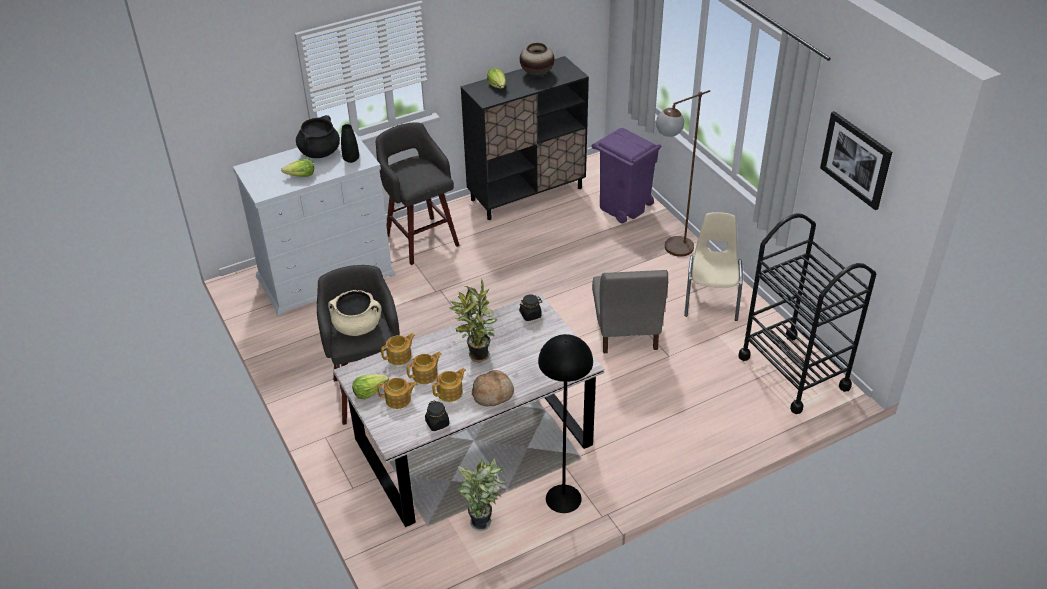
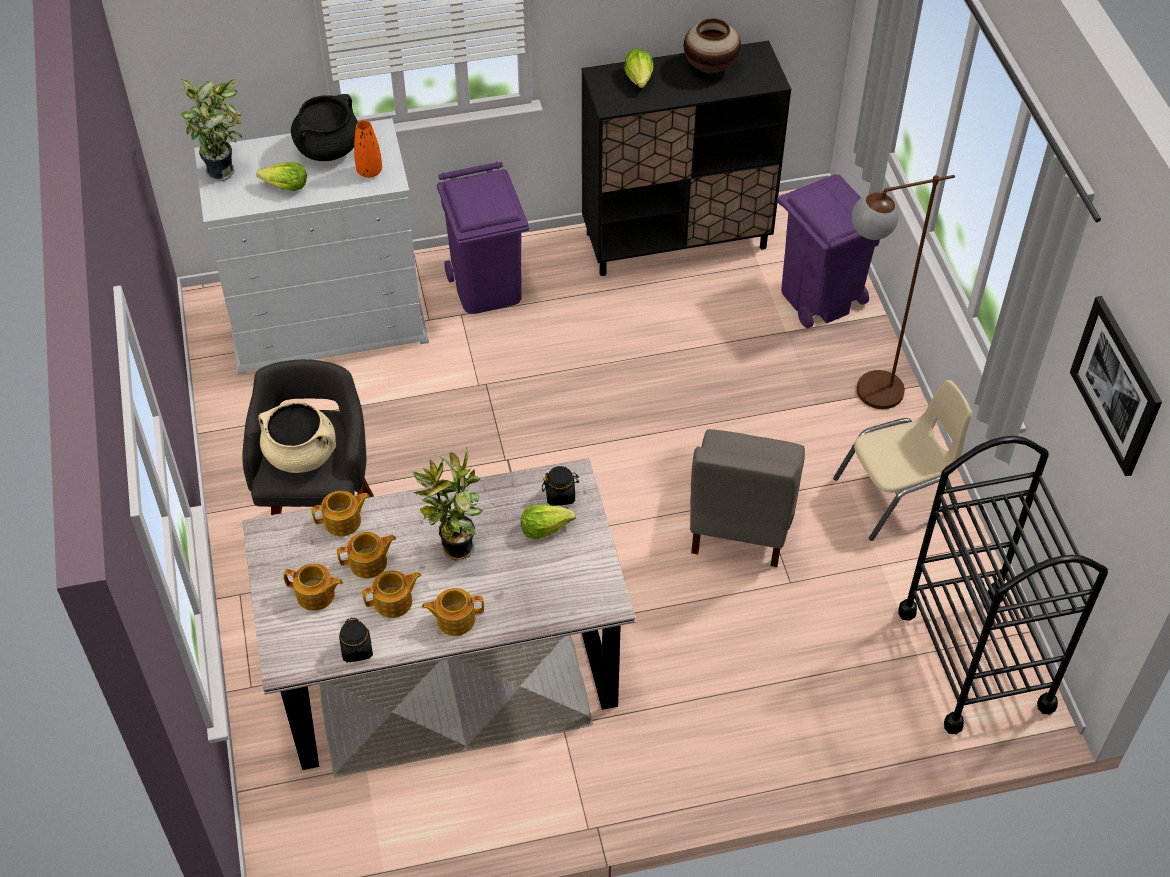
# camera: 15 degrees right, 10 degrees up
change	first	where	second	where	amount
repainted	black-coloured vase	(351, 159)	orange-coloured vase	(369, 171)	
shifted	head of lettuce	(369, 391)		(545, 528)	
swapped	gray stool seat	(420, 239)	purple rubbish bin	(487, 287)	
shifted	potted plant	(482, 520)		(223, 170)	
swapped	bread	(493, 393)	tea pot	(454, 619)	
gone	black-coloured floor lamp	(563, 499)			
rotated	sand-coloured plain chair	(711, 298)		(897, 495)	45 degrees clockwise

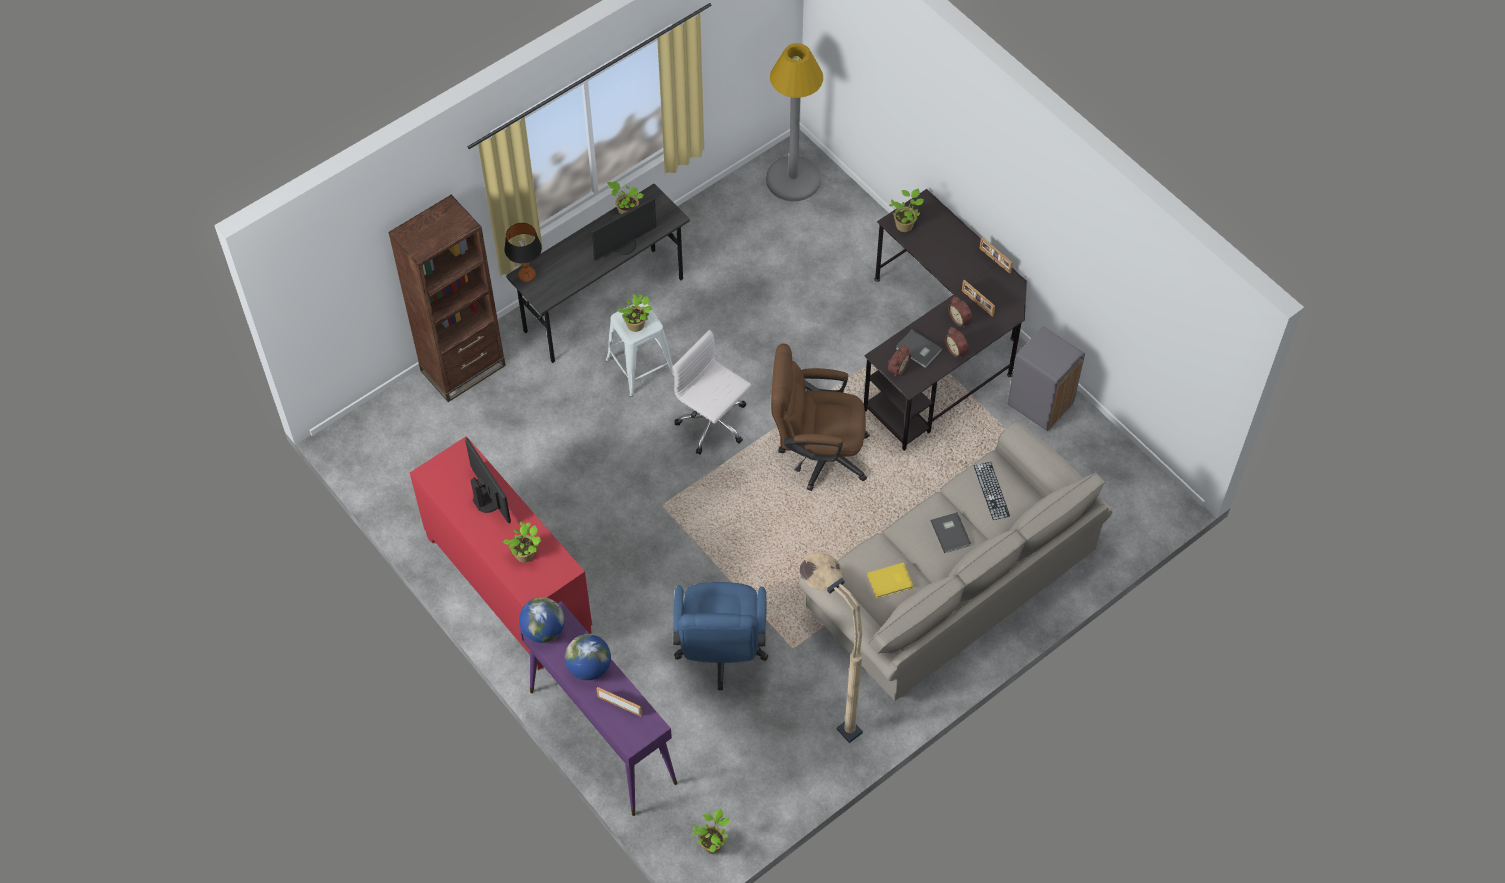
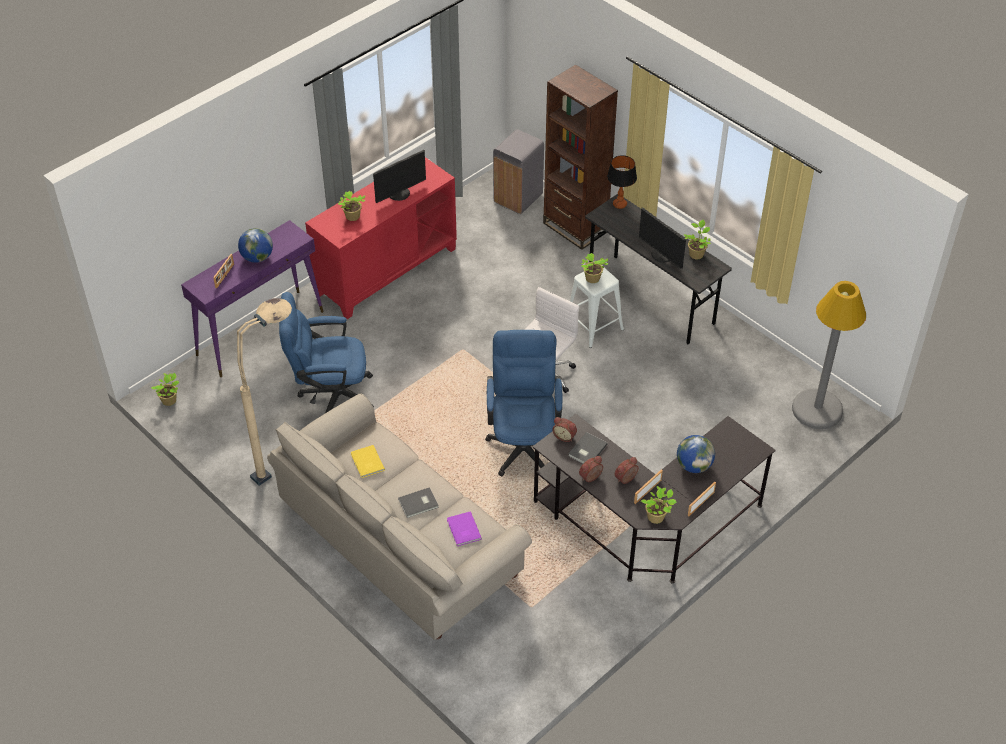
# camera: 85 degrees right, 10 degrees down
change	first	where	second	where	amount
shifted	globe	(543, 630)		(694, 465)	
repainted	brown desk chair	(816, 453)	blue-coloured desk chair	(523, 442)	
shifted	potted plant	(905, 224)		(657, 518)	
swapped	keyboard	(991, 491)	purple book	(463, 530)	
shifted	gray rubbish bin	(1040, 404)		(518, 198)	

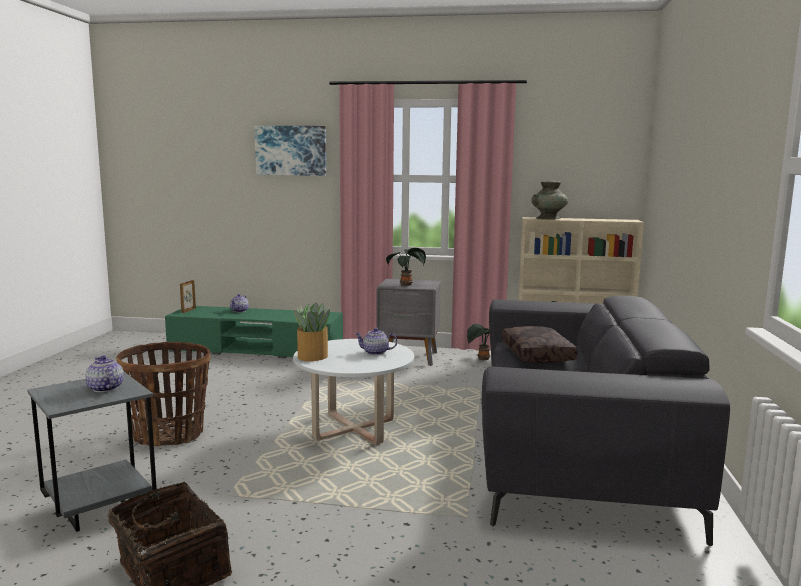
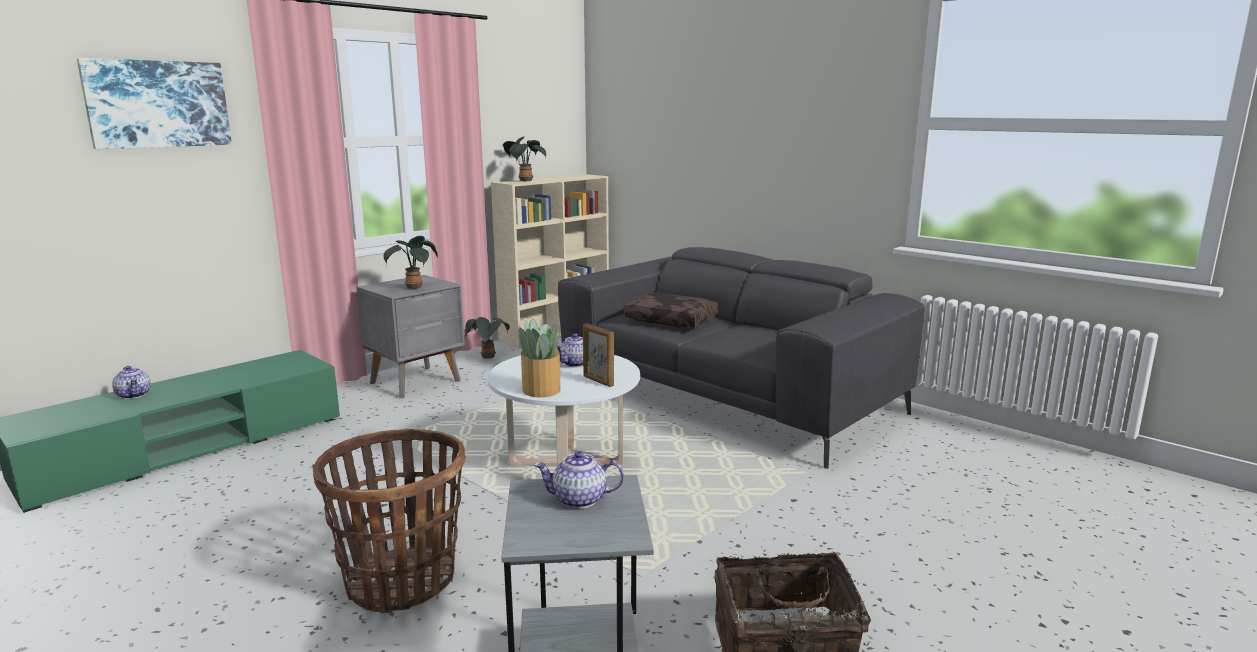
# camera: 55 degrees left, 5 degrees up
change	first	where	second	where	amount
shifted	photo frame	(188, 310)		(598, 381)	
swapped	blue-green vase	(548, 218)	potted plant	(524, 181)	

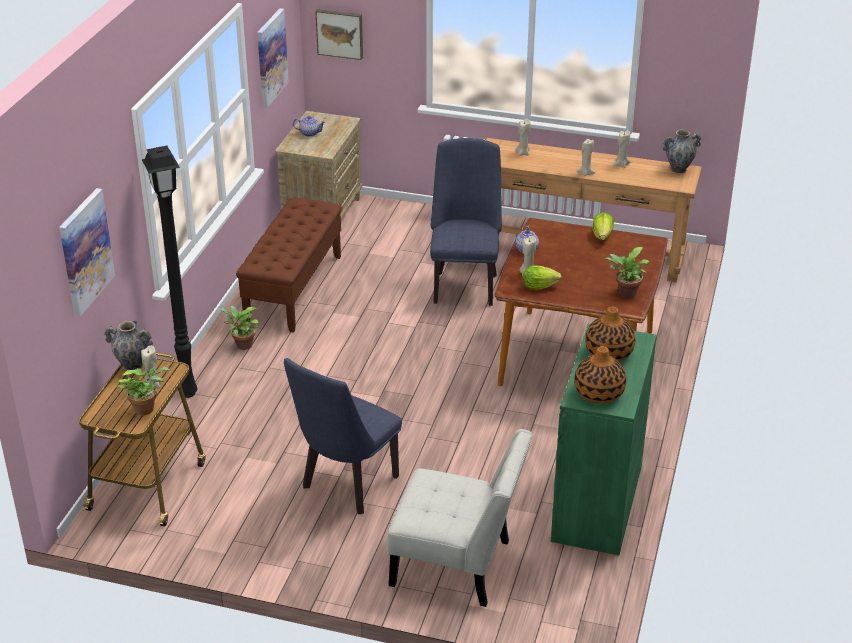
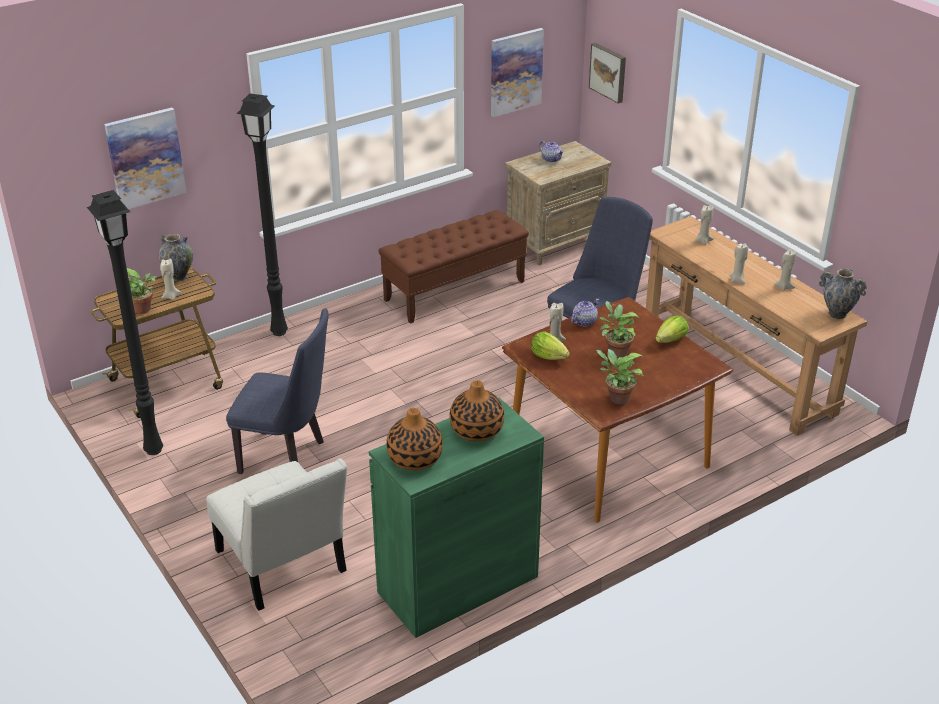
# camera: 40 degrees right, 0 degrees up
change	first	where	second	where	amount
shifted	potted plant	(242, 345)		(615, 352)	
rotated	blue-coloured plain chair	(346, 487)		(289, 458)	150 degrees counterclockwise
new			black-coloured floor lamp	(152, 450)	

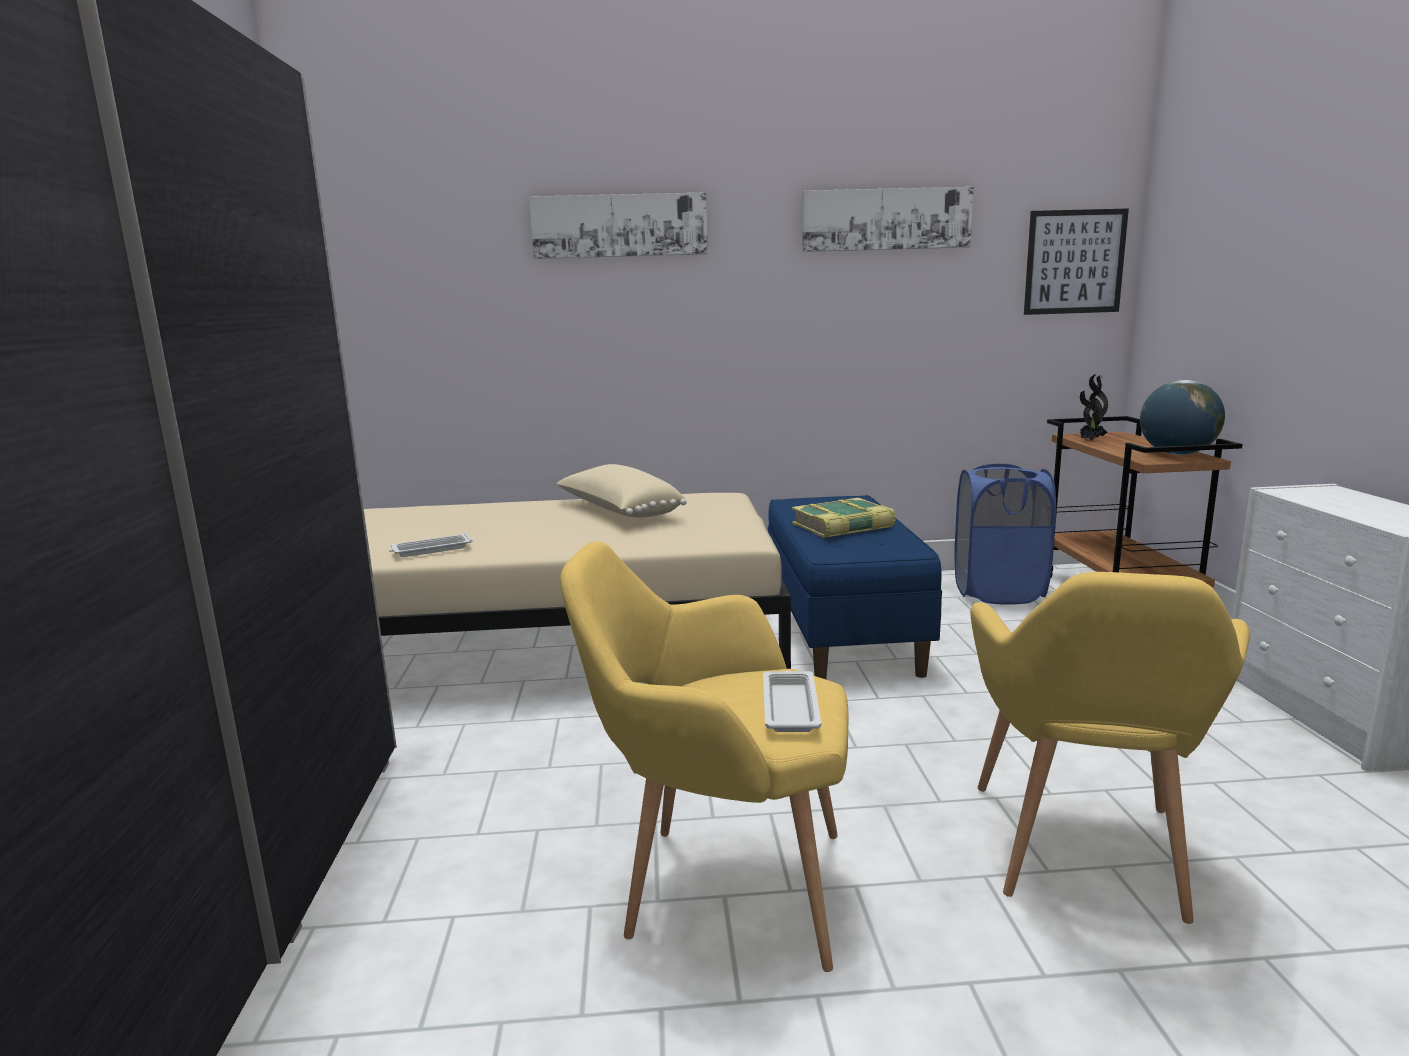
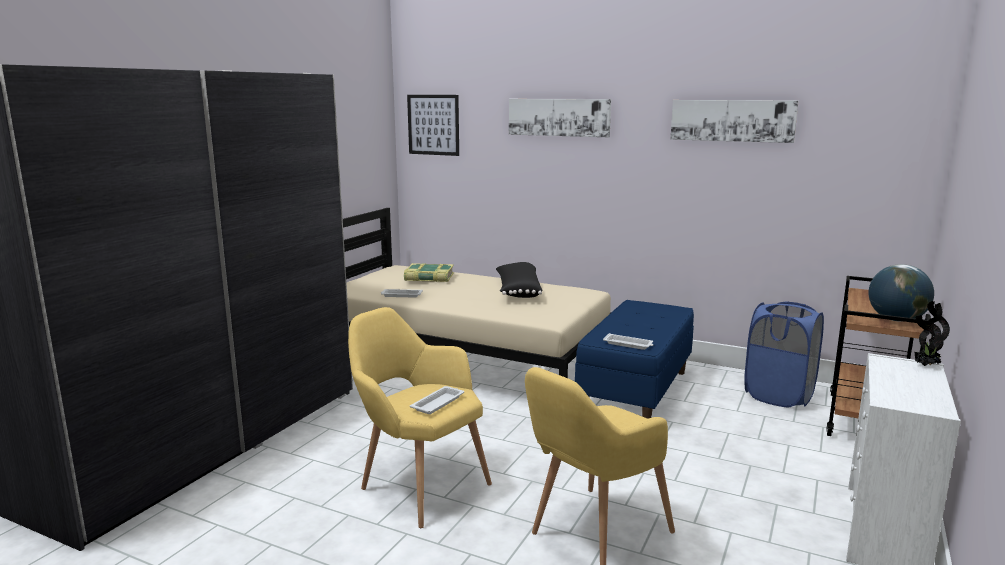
# camera: 30 degrees right, 0 degrees up
change	first	where	second	where	amount
repainted	sand-coloured pillow	(619, 511)	black-coloured pillow	(517, 291)	
shifted	book	(843, 526)		(429, 277)	
shifted	wall picture	(1074, 262)		(433, 125)	
shifted	potted plant	(1090, 440)		(925, 365)	
new			white-coloured serving tray	(628, 344)	

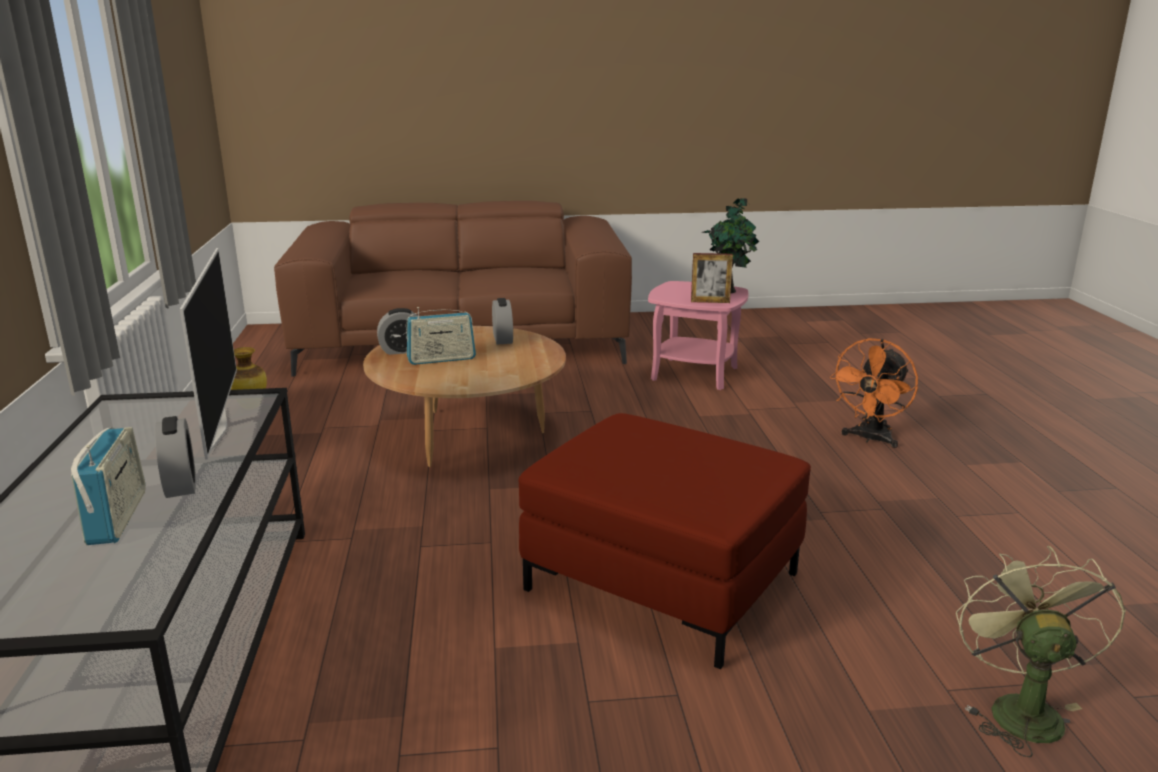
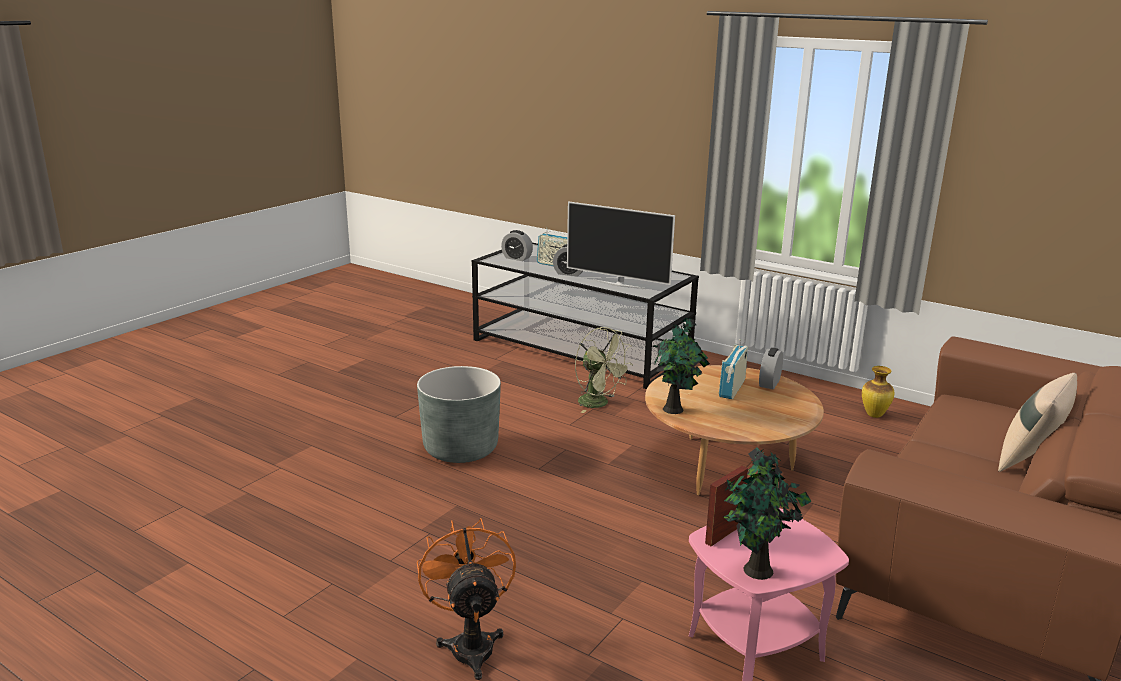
# camera: 130 degrees right, 0 degrees up
change	first	where	second	where	amount
shifted	bedside clock	(503, 339)		(517, 258)	
swapped	reddish ottoman	(664, 581)	gray plant pot	(460, 448)	
shifted	greenish fan	(1018, 708)		(599, 404)	
new			potted plant	(675, 409)	
new			sand-coloured pillow	(1029, 460)	

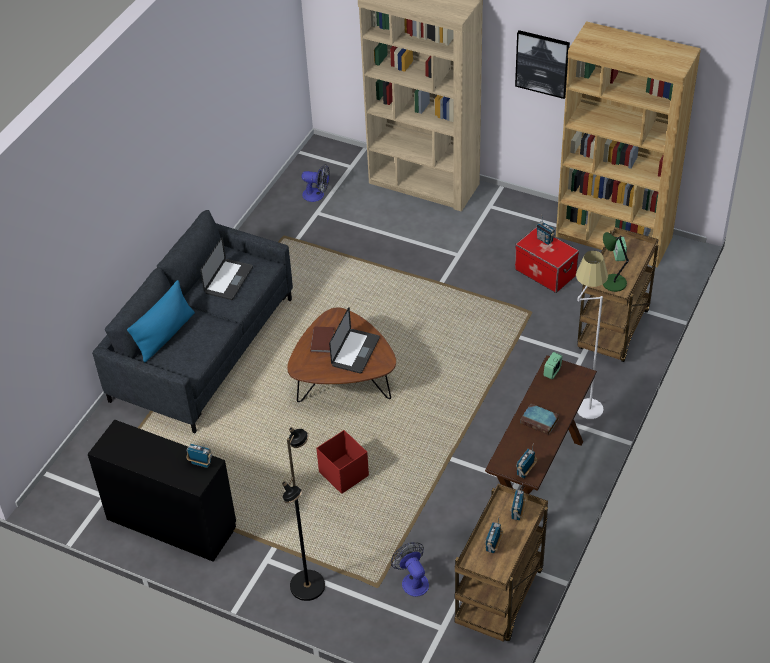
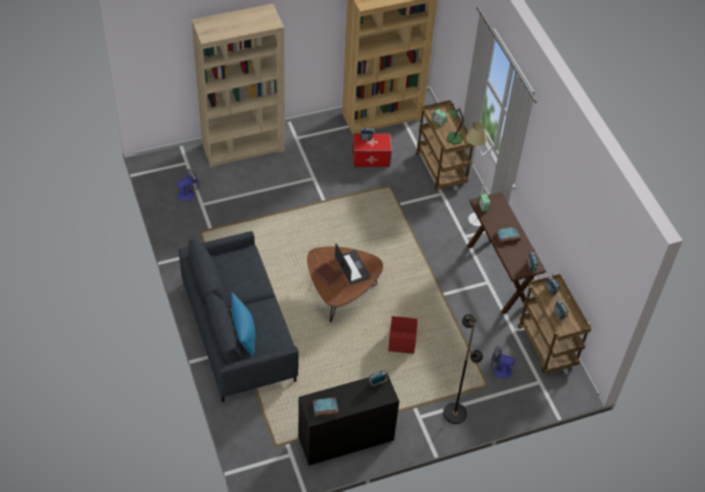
# camera: 50 degrees left, 5 degrees up
change	first	where	second	where	amount
gone	laptop	(229, 280)			
gone	wall picture	(542, 63)			
new			book	(326, 408)	

